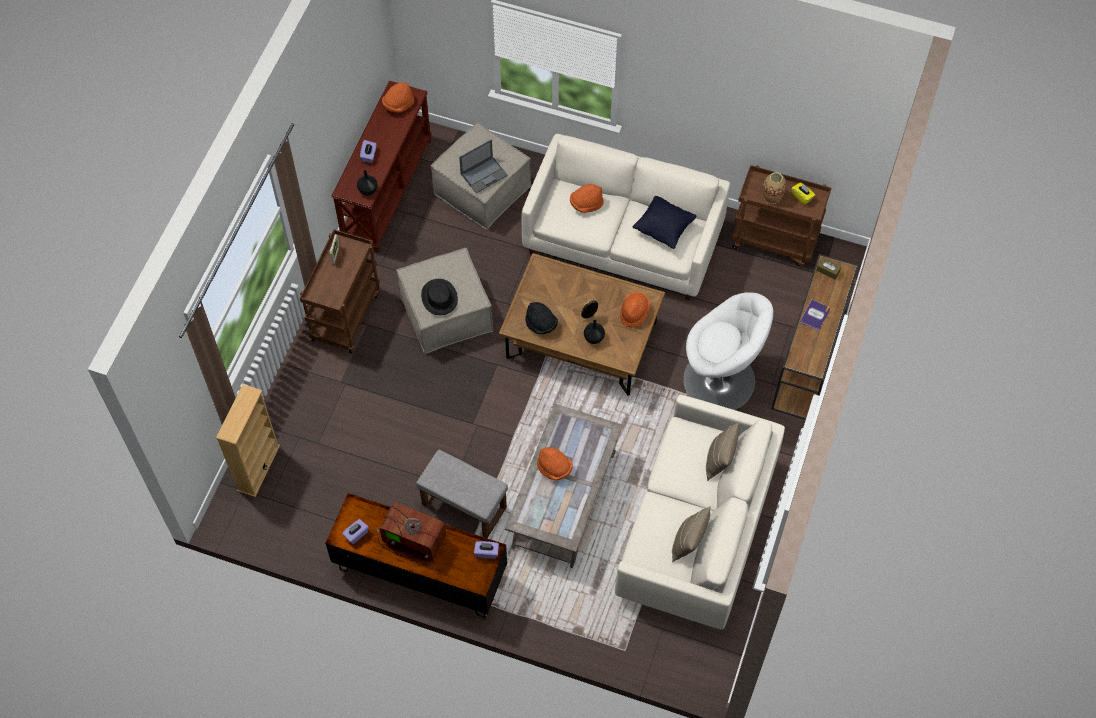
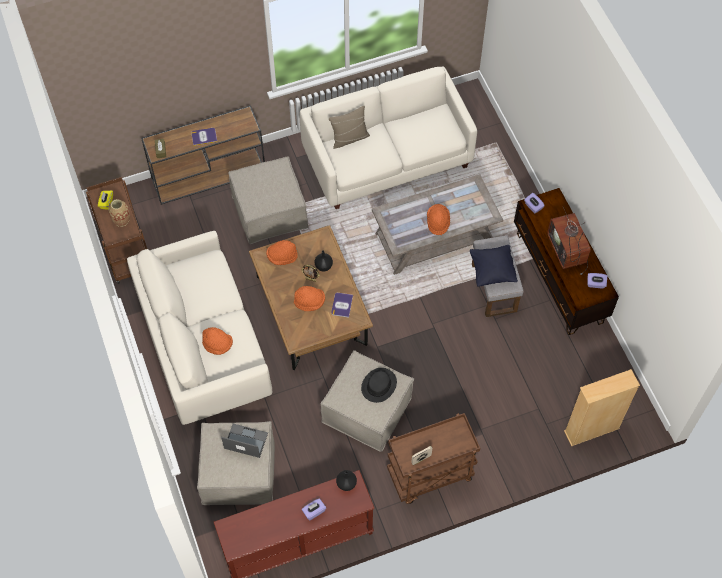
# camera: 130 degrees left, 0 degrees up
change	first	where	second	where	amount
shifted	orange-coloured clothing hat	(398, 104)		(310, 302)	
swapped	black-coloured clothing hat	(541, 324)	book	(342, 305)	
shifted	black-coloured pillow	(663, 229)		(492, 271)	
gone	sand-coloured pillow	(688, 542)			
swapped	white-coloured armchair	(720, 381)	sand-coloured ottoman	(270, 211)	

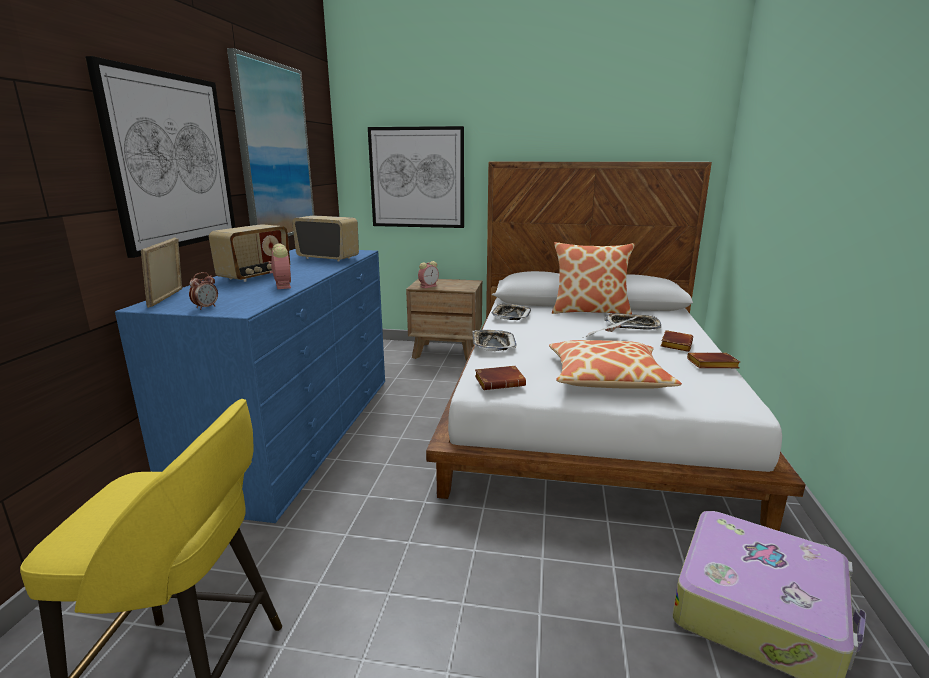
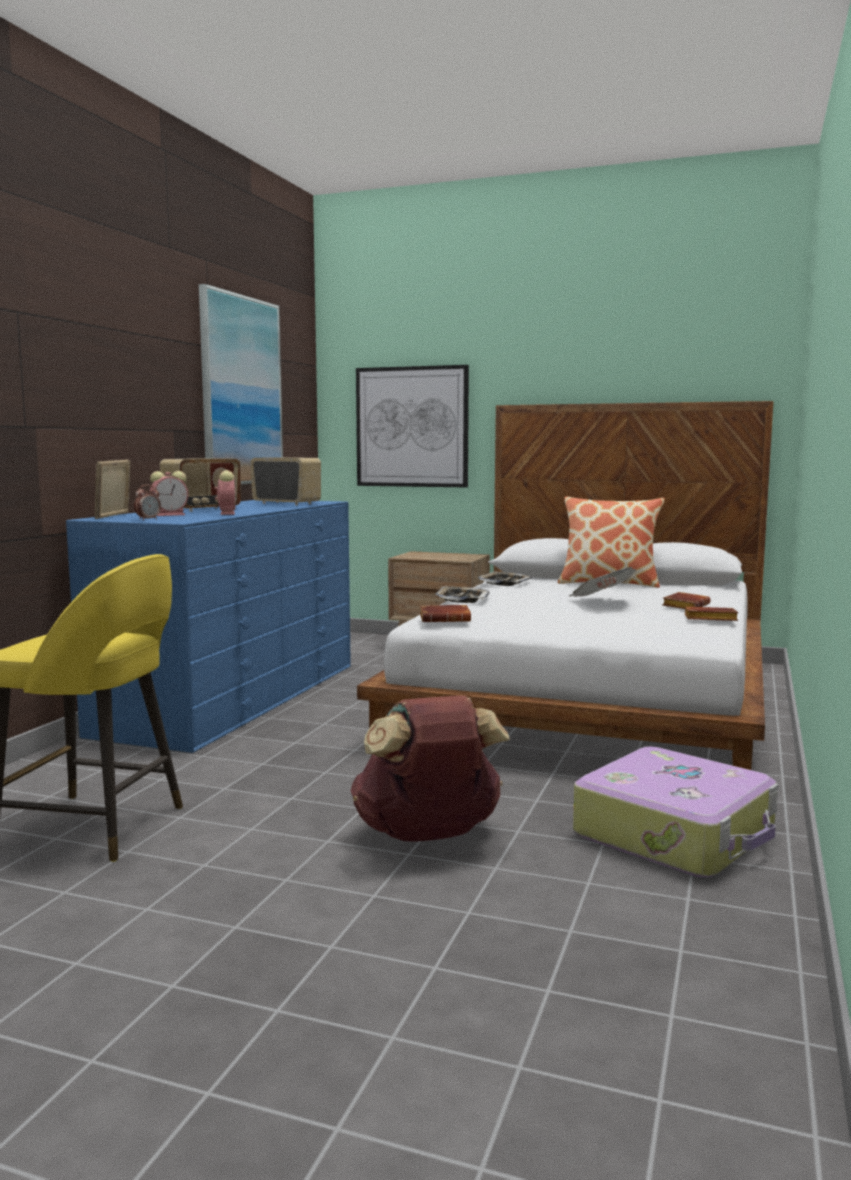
# camera: 10 degrees right, 10 degrees down
change	first	where	second	where	amount
gone	wall picture	(172, 162)			
shifted	bedside clock	(429, 286)		(170, 515)	
gone	pillow	(607, 378)			
gone	serving tray	(632, 325)			
new			brown backpack	(428, 835)	

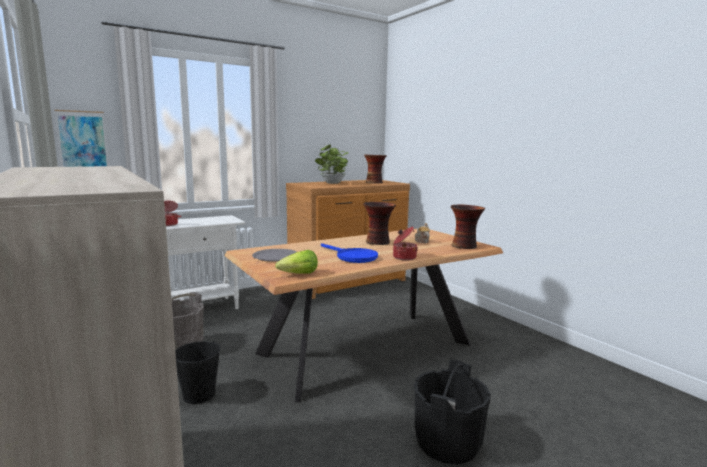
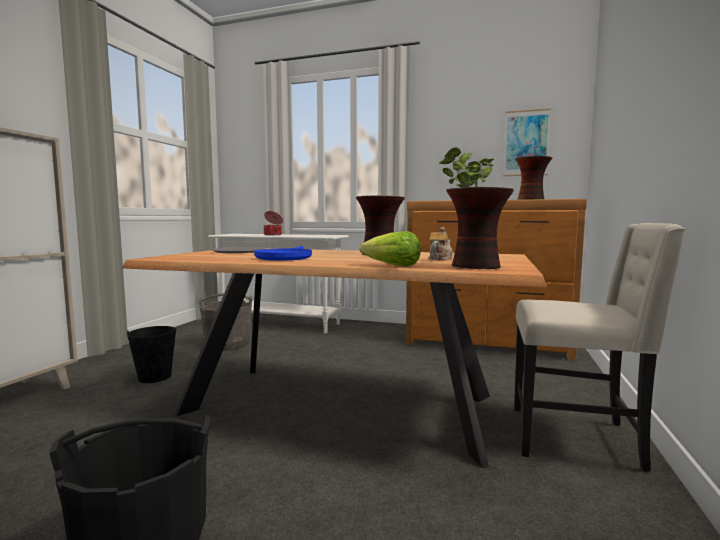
# camera: 50 degrees right, 5 degrees down
change	first	where	second	where	amount
shifted	wall picture	(83, 143)		(526, 143)	
shifted	head of lettuce	(299, 274)		(391, 266)	
gone	saucepot	(403, 257)			
new			sand-coloured plain chair	(576, 438)	

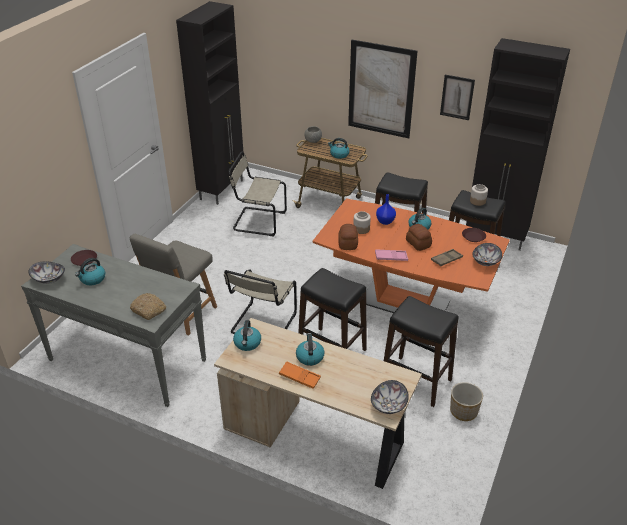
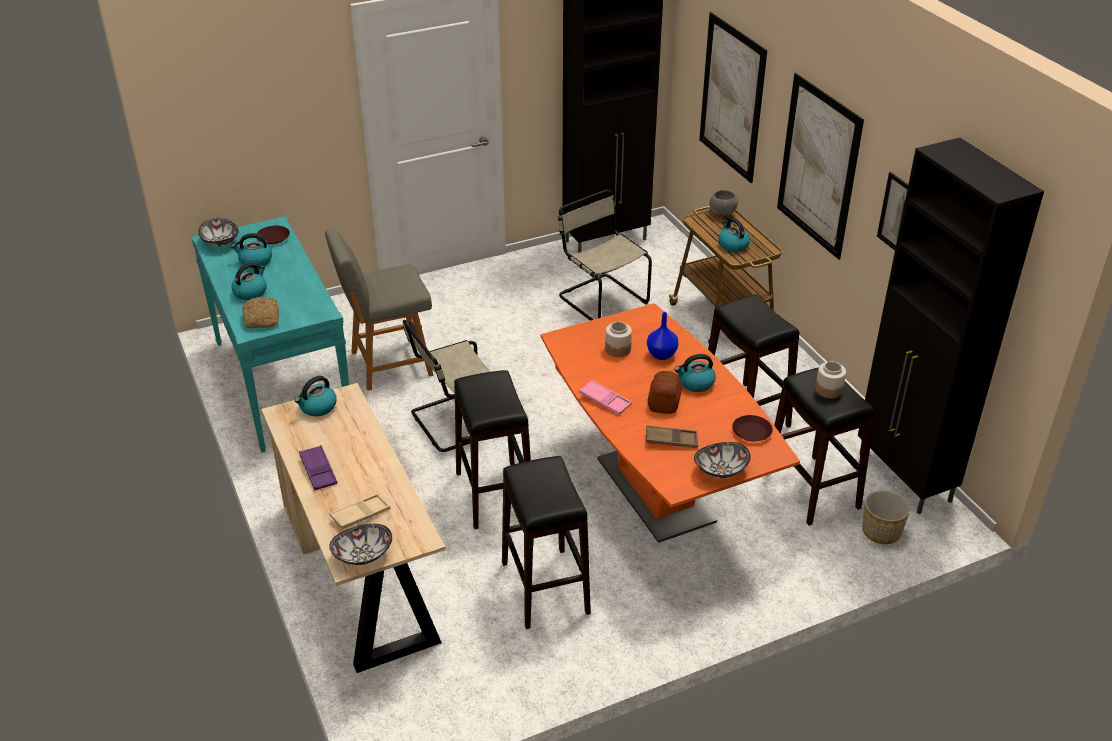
# camera: 40 degrees right, 0 degrees up
change	first	where	second	where	amount
repainted	gray narrow table	(126, 360)	blue-green narrow table	(281, 383)	
repainted	orange-coloured serving tray	(299, 377)	purple serving tray	(318, 471)	
shifted	kettle	(309, 357)		(250, 292)	
gone	bread	(348, 243)			
shifted	plant pot	(463, 411)		(880, 531)	
new			sand-coloured serving tray	(360, 514)	
new			wall picture	(731, 97)	

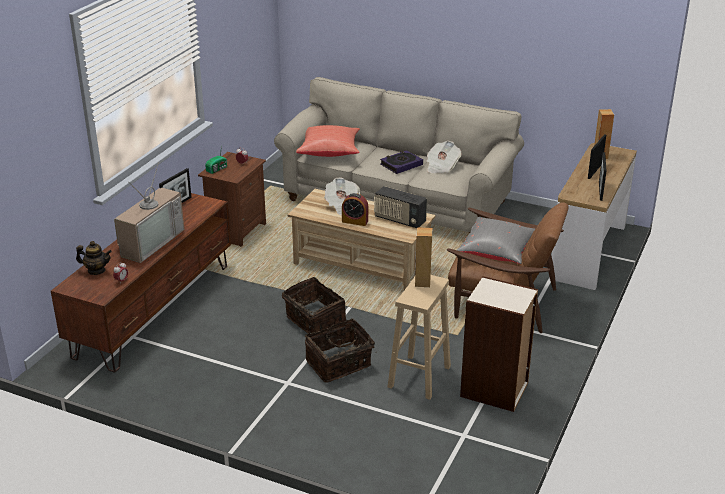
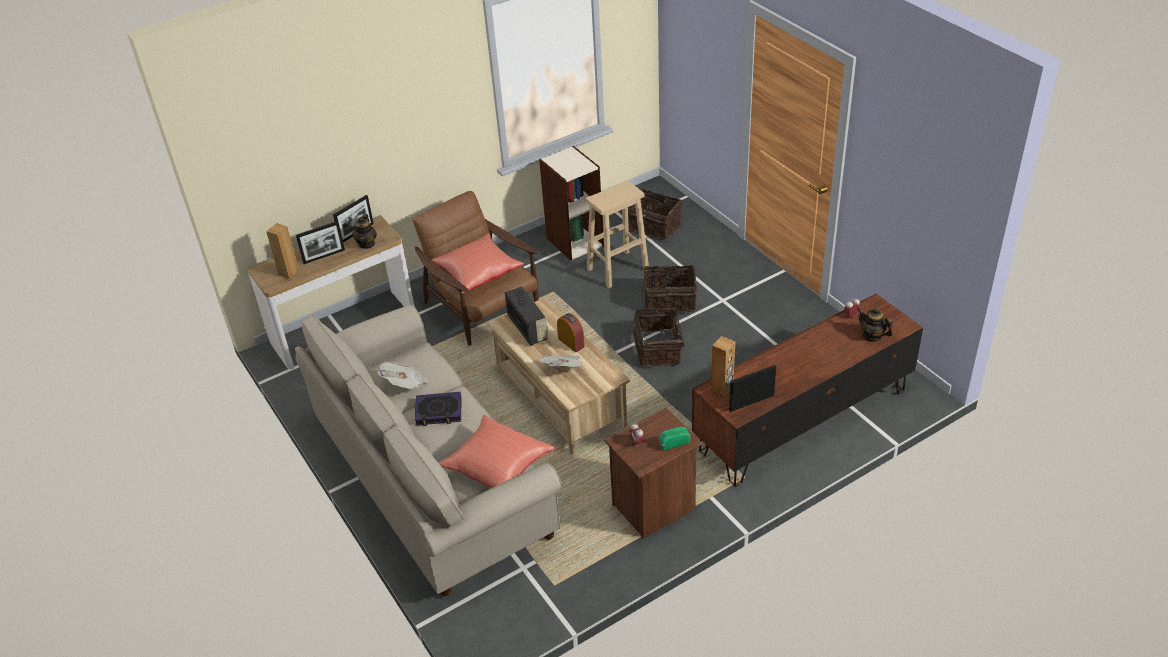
# camera: 145 degrees left, 10 degrees up
change	first	where	second	where	amount
gone	TV set	(149, 241)			
shifted	brown loudspeaker	(422, 282)		(722, 388)	
repainted	gray pillow	(497, 252)	reddish pillow	(477, 274)	
new			tea pot	(366, 244)	
new			household basket	(654, 225)	

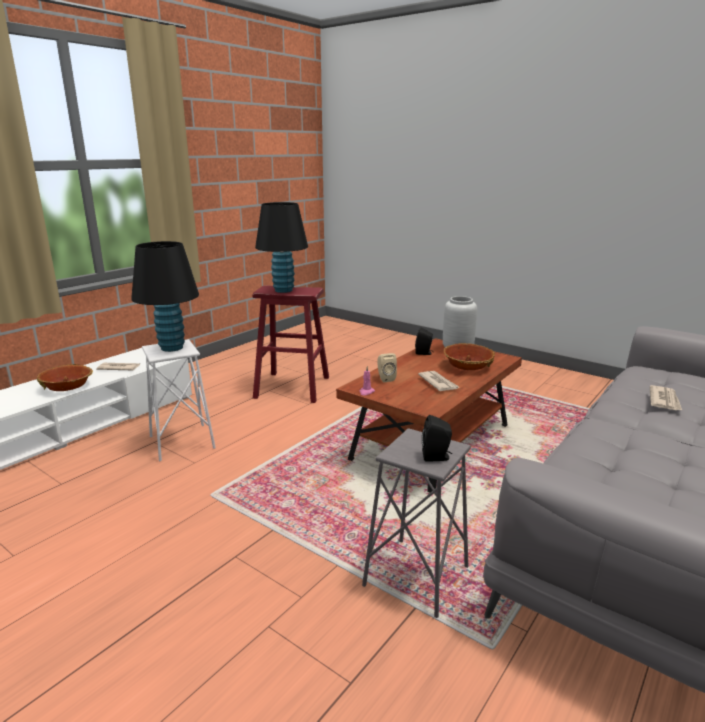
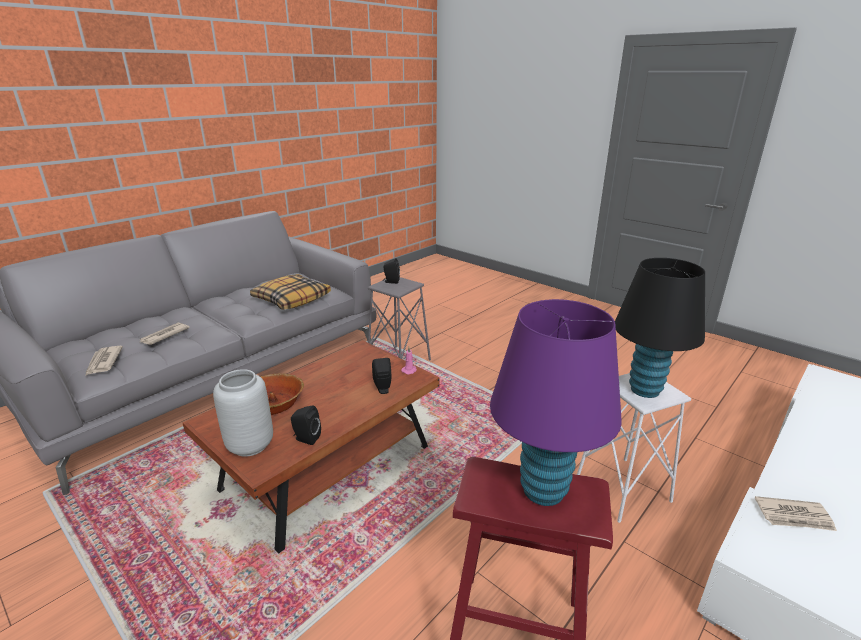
# camera: 175 degrees left, 5 degrees up
change	first	where	second	where	amount
gone	deep dish	(67, 387)			
repainted	black-coloured lamp for a table	(283, 290)	purple lamp for a table	(543, 491)	
repainted	sand-coloured loudspeaker	(385, 378)	black-coloured loudspeaker	(383, 389)	
shifted	printed paper	(438, 383)		(103, 362)	
new			pillow	(291, 299)	

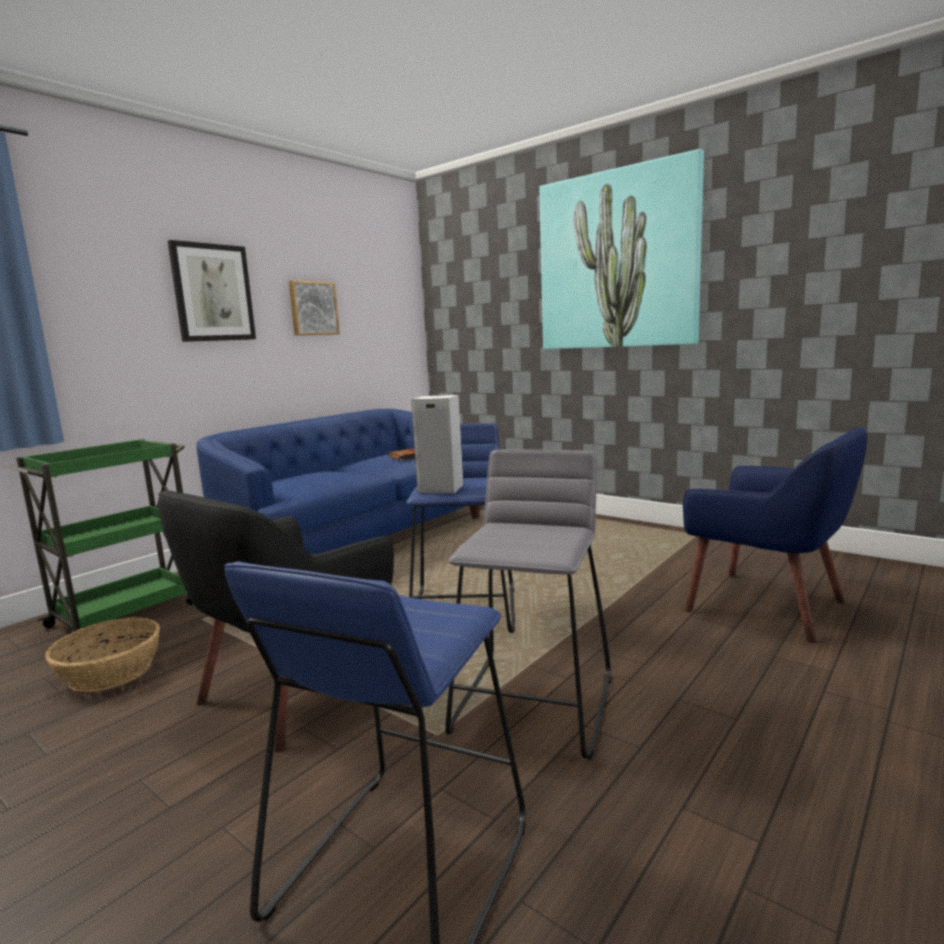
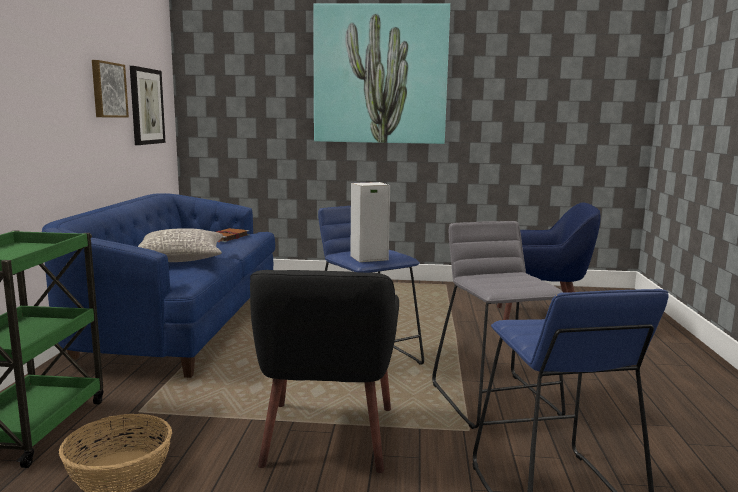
# camera: 35 degrees left, 0 degrees up
change	first	where	second	where	amount
shifted	wall picture	(213, 293)		(146, 106)	
new			gray pillow	(181, 259)	

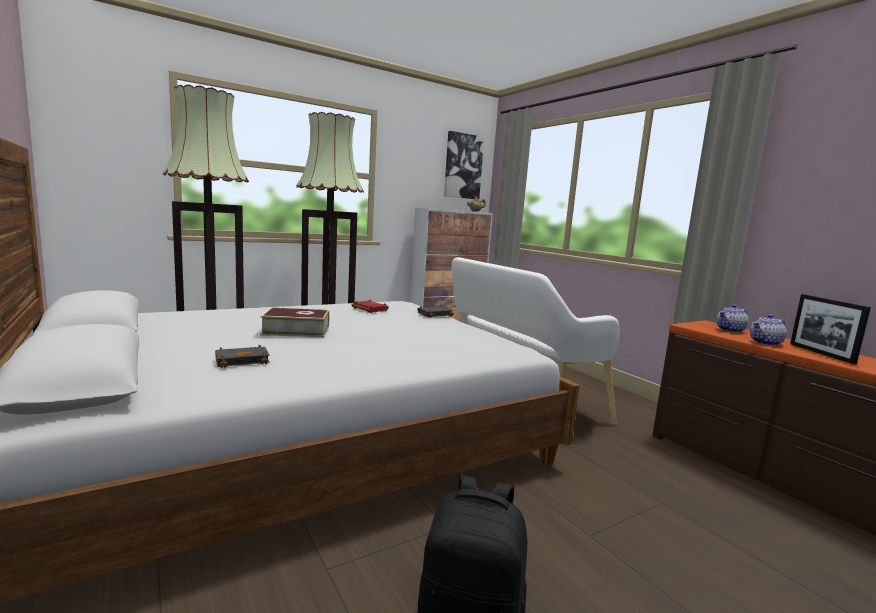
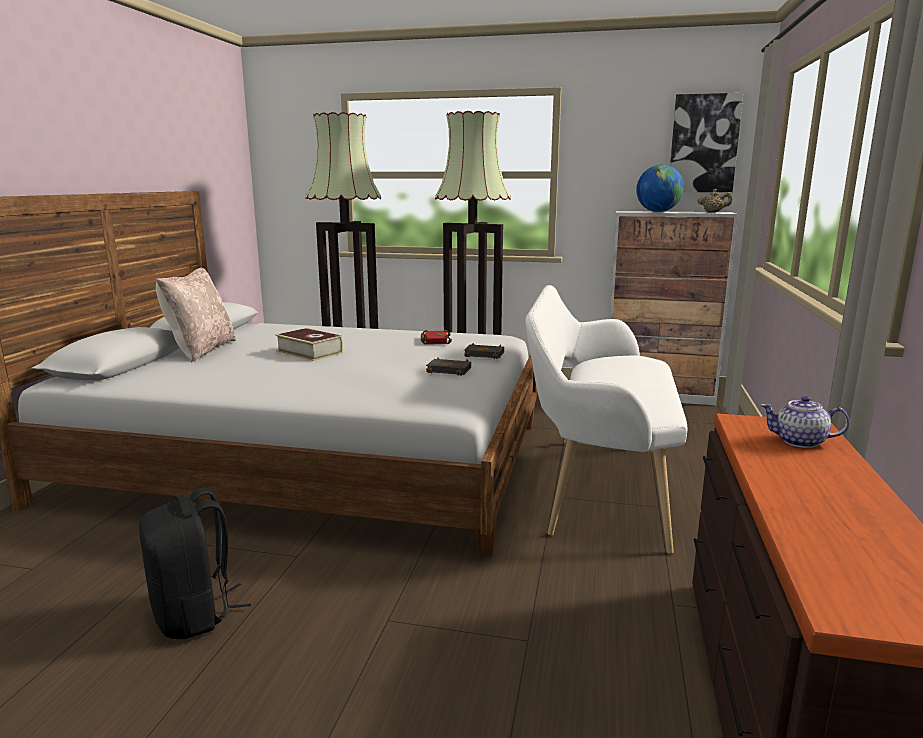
# camera: 45 degrees right, 5 degrees up
change	first	where	second	where	amount
shifted	black-coloured book	(243, 360)		(450, 370)	
gone	tea pot	(765, 343)			
gone	photo frame	(821, 353)			
new			sand-coloured pillow	(200, 350)	
new			globe	(657, 212)	

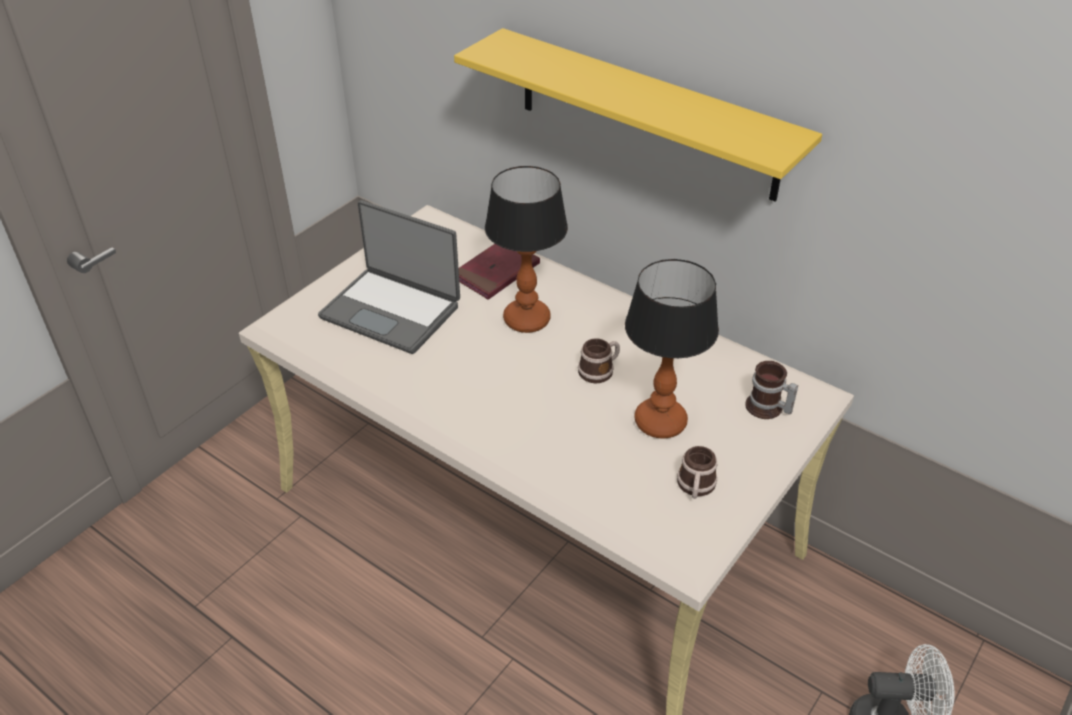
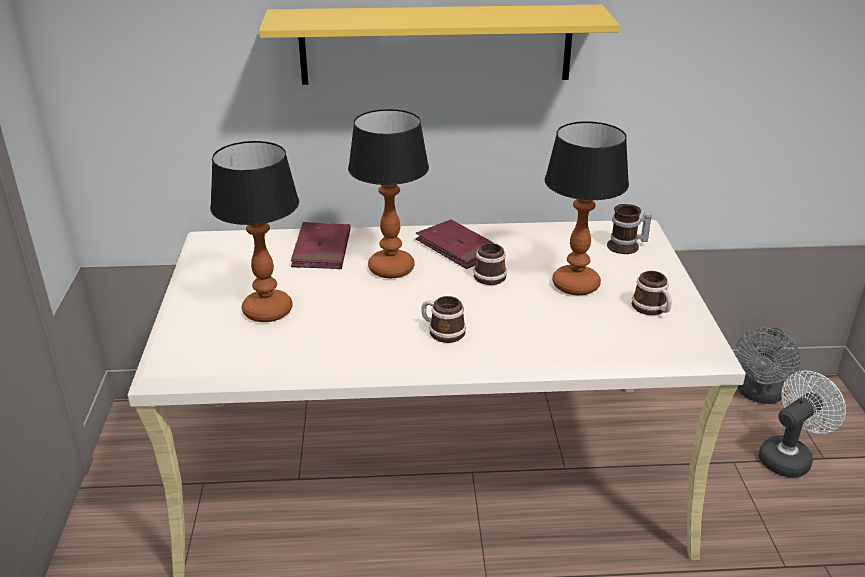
# camera: 40 degrees left, 10 degrees down
change	first	where	second	where	amount
swapped	laptop	(392, 310)	lamp for a table	(268, 310)	
new			reddish book	(458, 247)	
new			mug	(442, 331)	
new			gray fan	(758, 395)	

